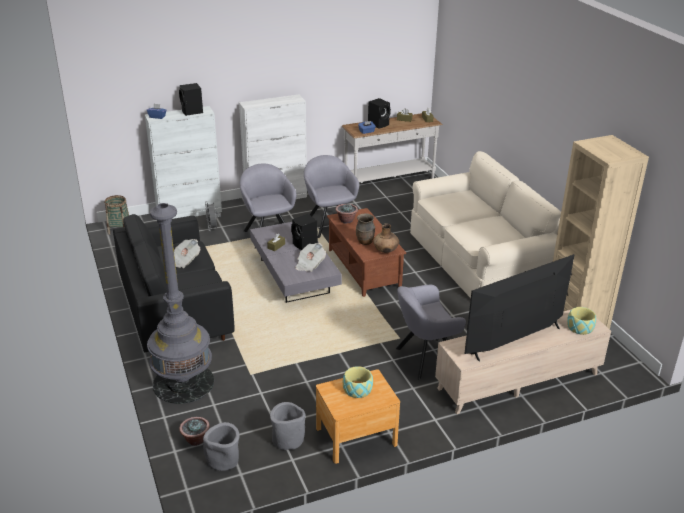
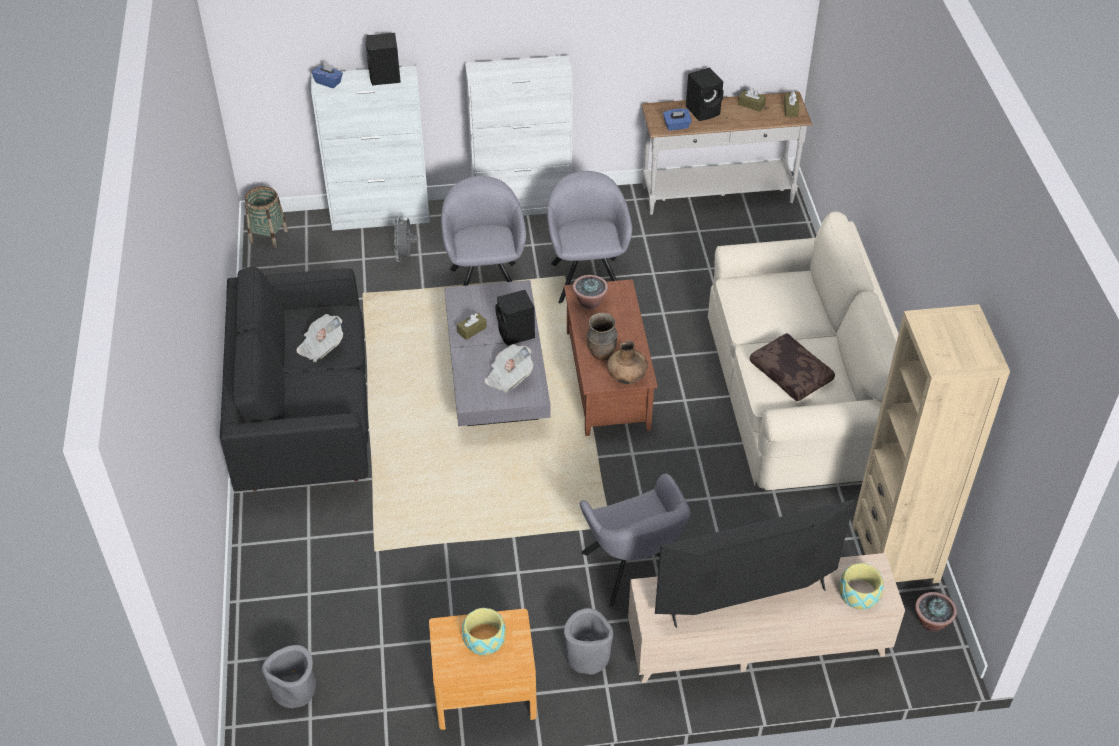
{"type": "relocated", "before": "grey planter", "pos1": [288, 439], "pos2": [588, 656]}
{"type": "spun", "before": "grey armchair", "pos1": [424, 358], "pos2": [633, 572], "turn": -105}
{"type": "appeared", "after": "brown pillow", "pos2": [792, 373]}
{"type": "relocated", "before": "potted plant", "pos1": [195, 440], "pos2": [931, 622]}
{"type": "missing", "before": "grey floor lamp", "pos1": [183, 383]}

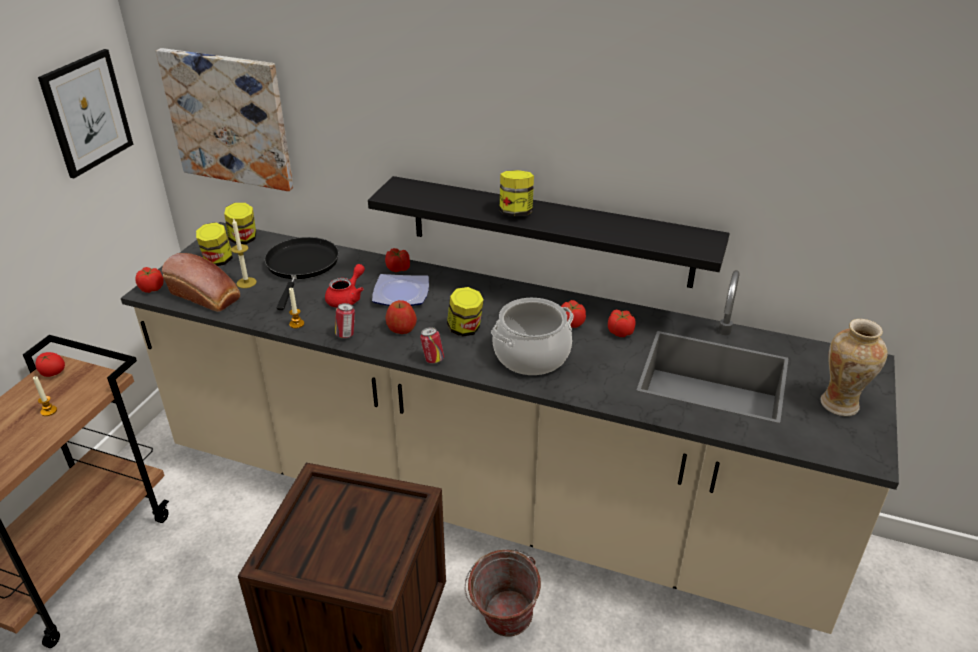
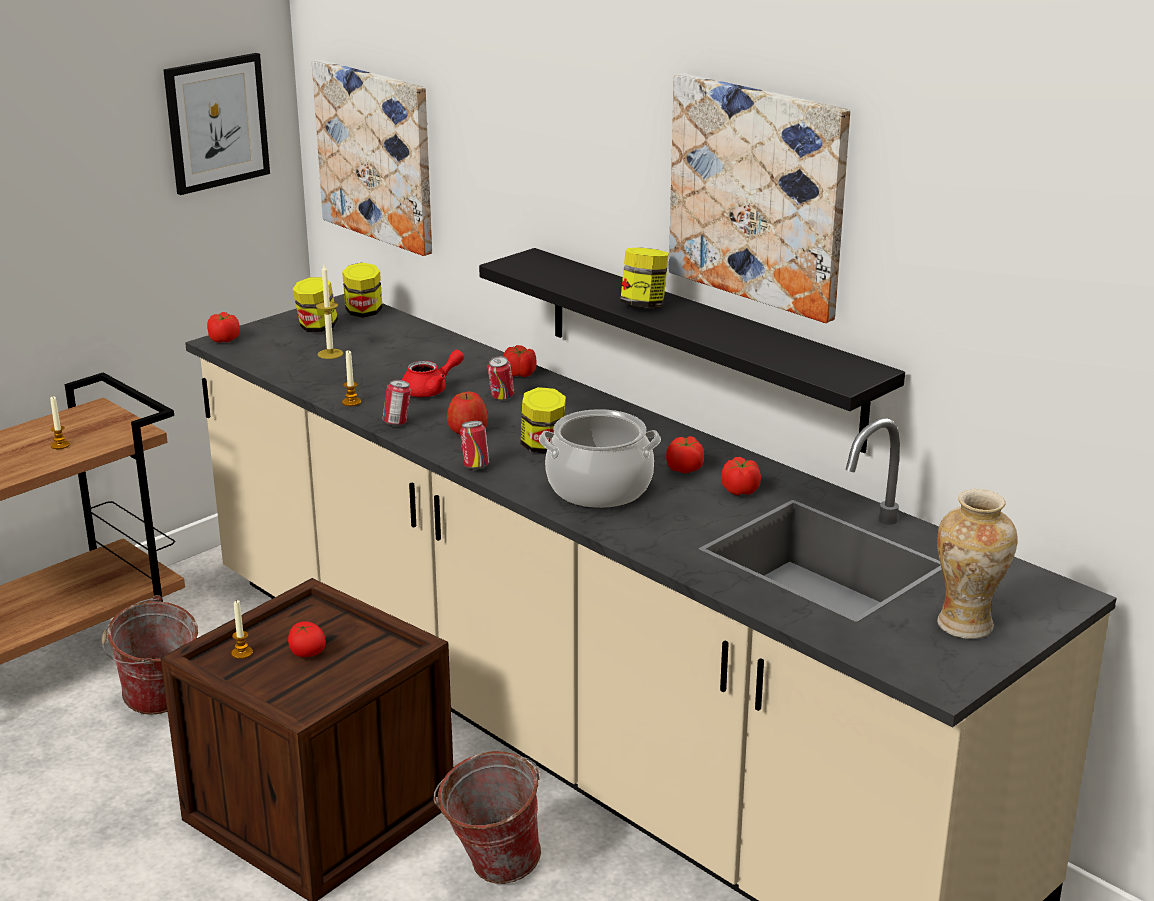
{"type": "appeared", "after": "bucket", "pos2": [158, 706]}
{"type": "appeared", "after": "candle", "pos2": [242, 653]}
{"type": "relocated", "before": "tomato", "pos1": [52, 373], "pos2": [307, 653]}
{"type": "exchanged", "before": "plate", "after": "can", "pos1": [402, 293], "pos2": [501, 398]}
{"type": "appeared", "after": "picture", "pos2": [759, 194]}
{"type": "missing", "before": "bread", "pos1": [207, 297]}
{"type": "missing", "before": "black frying pan", "pos1": [301, 266]}

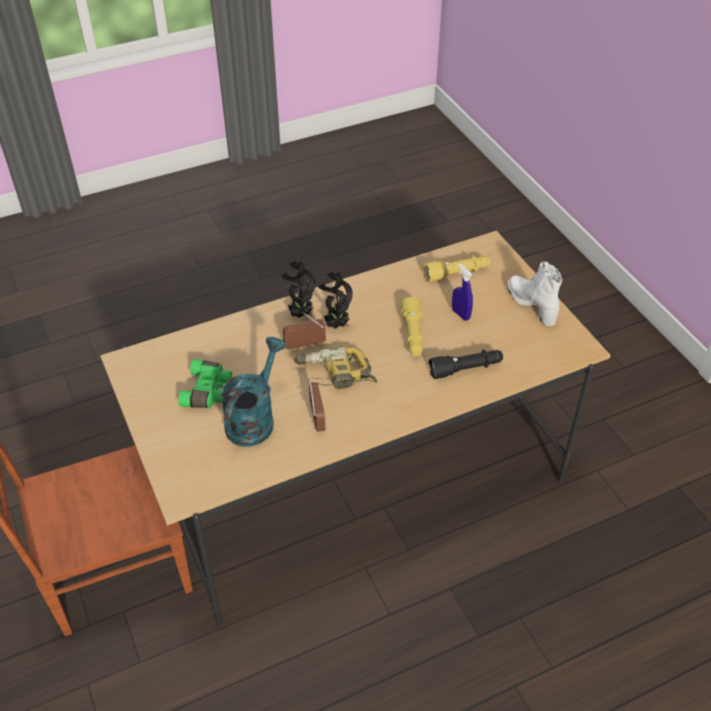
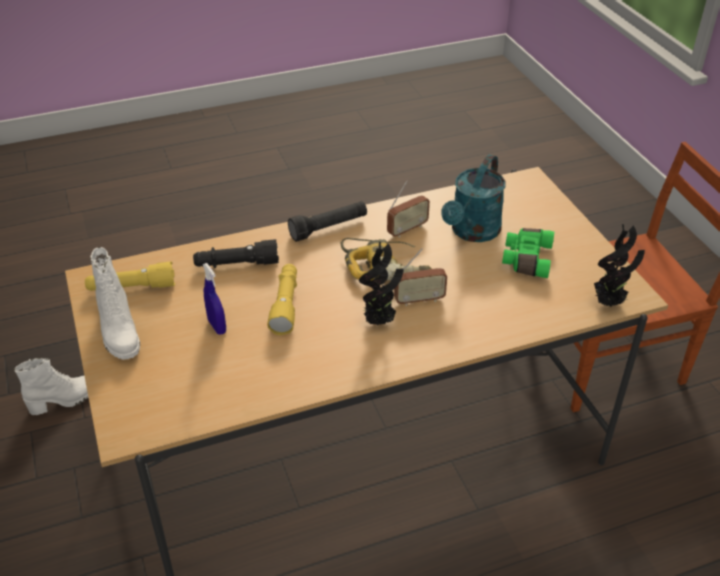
{"type": "appeared", "after": "white boot", "pos2": [65, 400]}
{"type": "relocated", "before": "yellow flashlight", "pos1": [456, 273], "pos2": [132, 288]}
{"type": "appeared", "after": "black flashlight", "pos2": [329, 228]}
{"type": "spun", "before": "radio", "pos1": [317, 418], "pos2": [407, 229], "turn": -120}
{"type": "relocated", "before": "potted plant", "pos1": [300, 315], "pos2": [609, 303]}

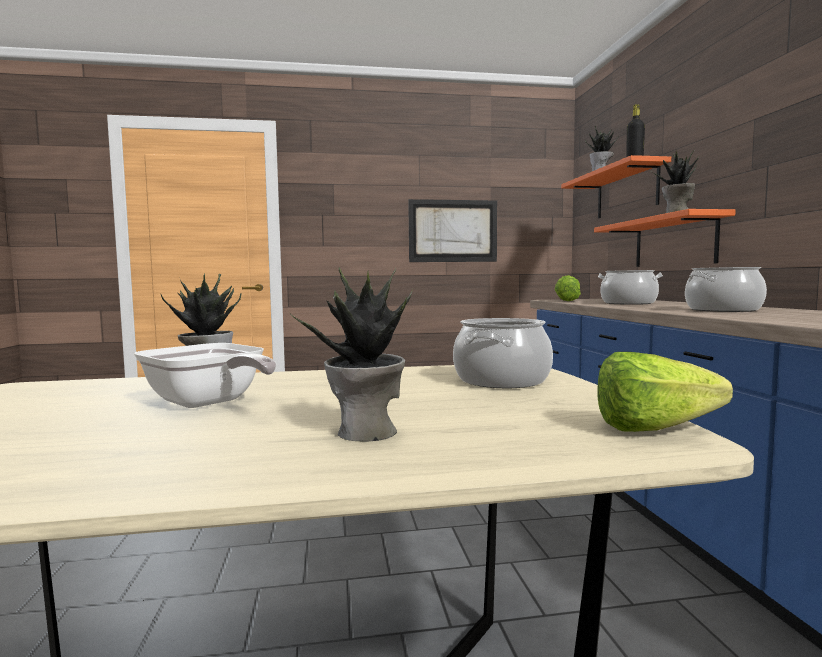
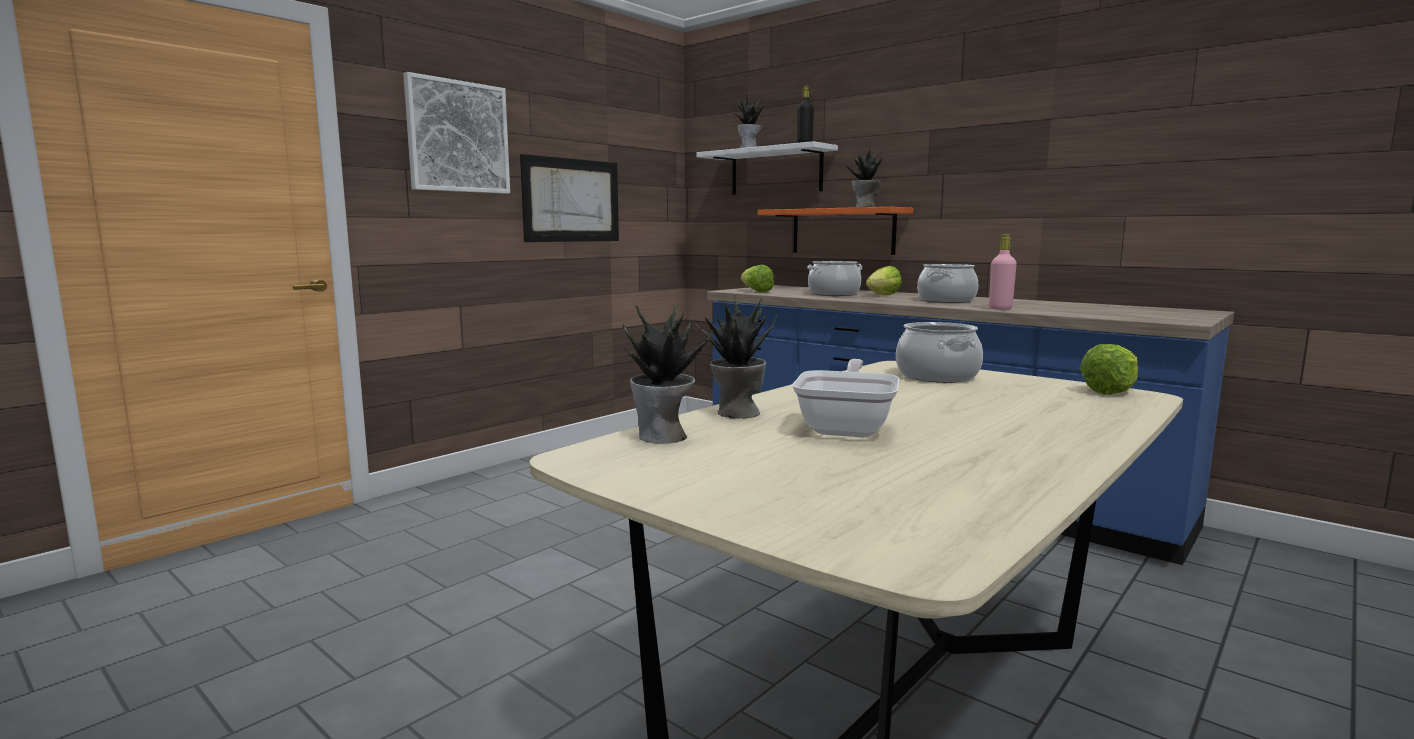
{"type": "appeared", "after": "picture", "pos2": [458, 137]}
{"type": "relocated", "before": "potted plant", "pos1": [365, 433], "pos2": [663, 437]}
{"type": "colour", "before": "orange shelf", "after": "white shelf", "pos1": [626, 192], "pos2": [776, 171]}
{"type": "spun", "before": "frying pan", "pos1": [208, 403], "pos2": [847, 427], "turn": -75}
{"type": "appeared", "after": "lettuce", "pos2": [879, 295]}
{"type": "appeared", "after": "pink bottle", "pos2": [1000, 309]}

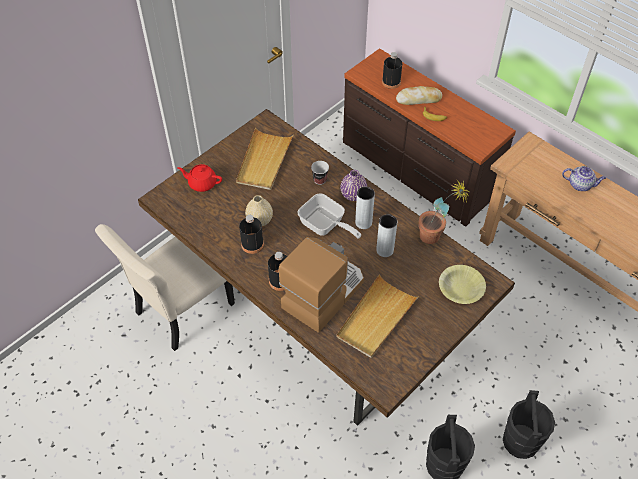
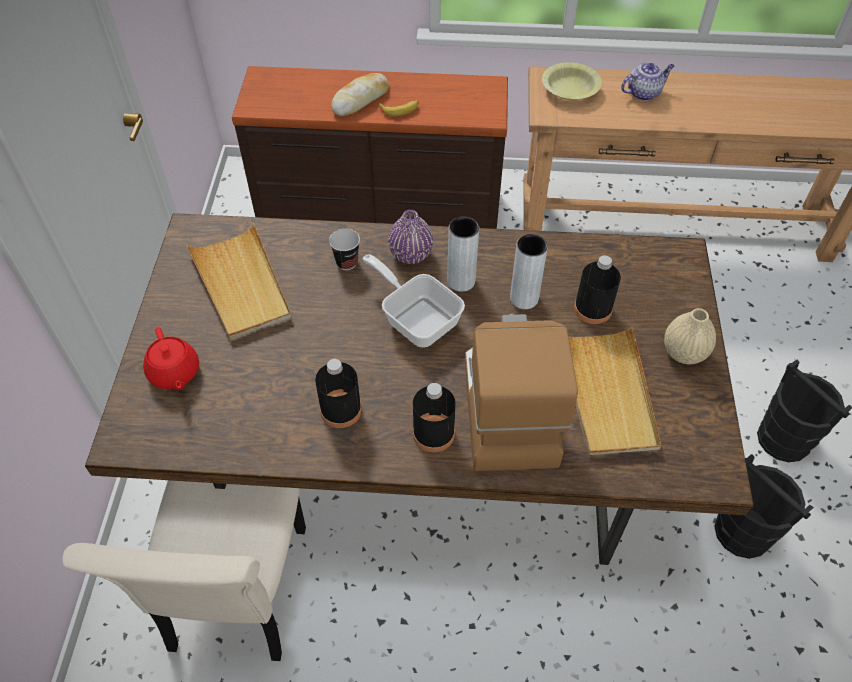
{"type": "spun", "before": "red teapot", "pos1": [202, 183], "pos2": [174, 373], "turn": -90}
{"type": "spun", "before": "frying pan", "pos1": [325, 226], "pos2": [416, 317], "turn": -135}
{"type": "relocated", "before": "yellow bowl", "pos1": [461, 288], "pos2": [570, 89]}
{"type": "relocated", "before": "black bottle", "pos1": [391, 82], "pos2": [592, 309]}
{"type": "relocated", "before": "beige vase", "pos1": [259, 220], "pos2": [684, 352]}
{"type": "missing", "before": "potted plant", "pos1": [435, 238]}

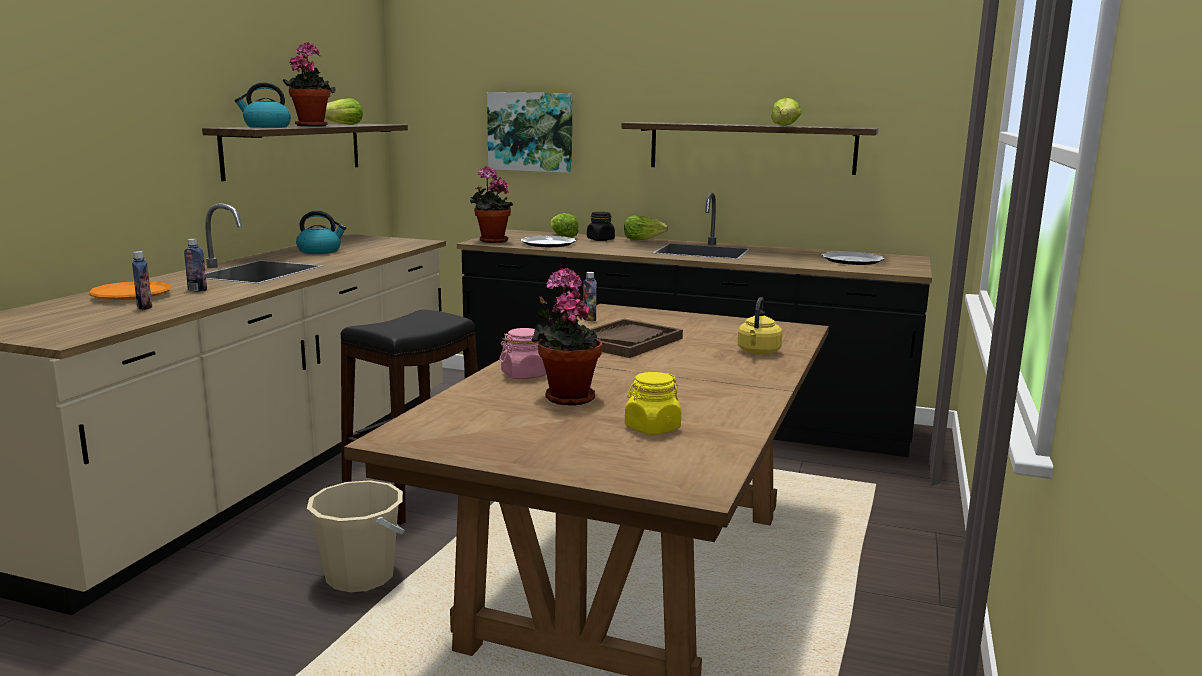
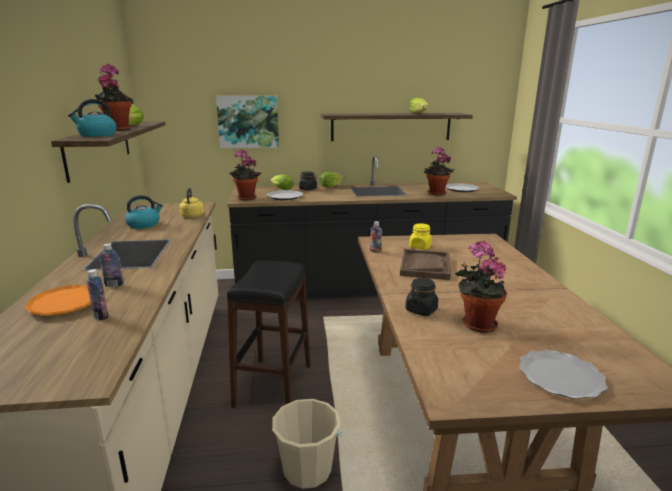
{"type": "relocated", "before": "yellow kettle", "pos1": [758, 352], "pos2": [192, 216]}
{"type": "colour", "before": "pink jar", "after": "black jar", "pos1": [524, 375], "pos2": [421, 310]}
{"type": "relocated", "before": "yellow jar", "pos1": [652, 428], "pos2": [420, 247]}
{"type": "appeared", "after": "potted plant", "pos2": [436, 194]}
{"type": "appeared", "after": "plate", "pos2": [561, 377]}

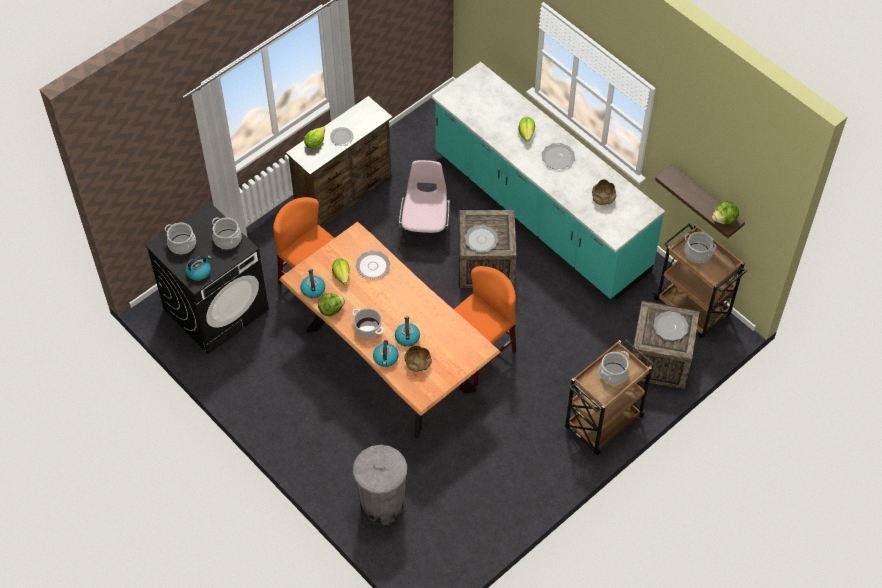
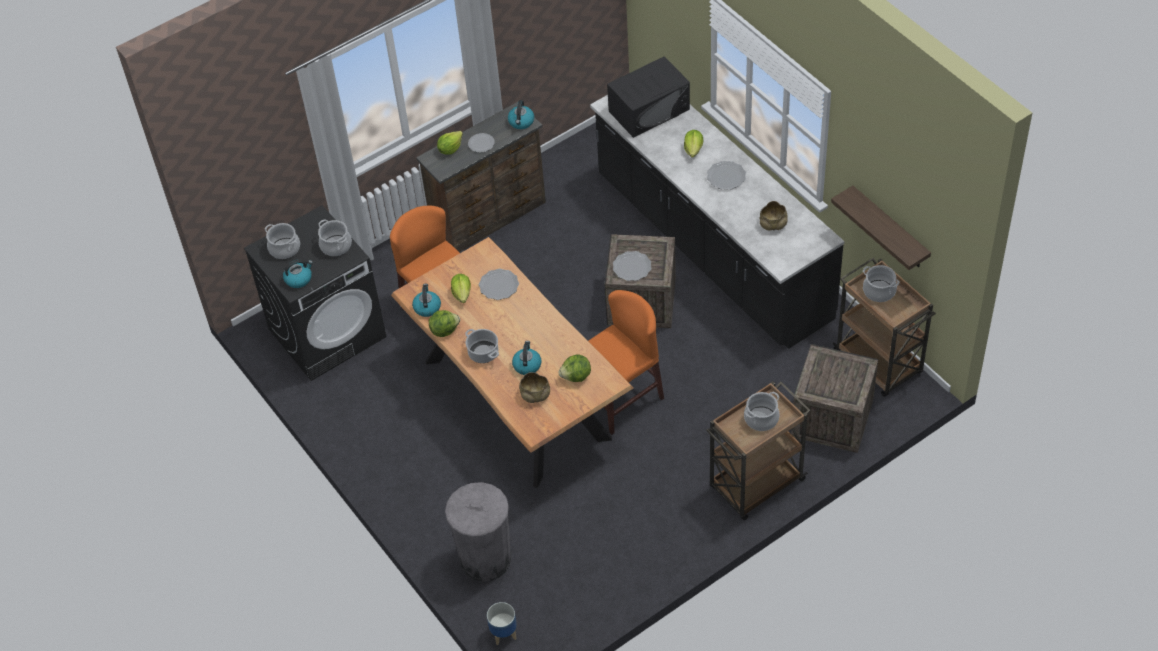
{"type": "appeared", "after": "planter", "pos2": [504, 633]}
{"type": "relocated", "before": "kettle", "pos1": [386, 358], "pos2": [521, 122]}
{"type": "relocated", "before": "lettuce", "pos1": [724, 219], "pos2": [576, 377]}
{"type": "colour", "before": "turquoise counter", "after": "black counter", "pos1": [540, 213], "pos2": [712, 248]}
{"type": "appeared", "after": "black microwave", "pos2": [649, 110]}
{"type": "missing", "before": "pink chair", "pos1": [425, 228]}
{"type": "missing", "before": "plate", "pos1": [670, 327]}

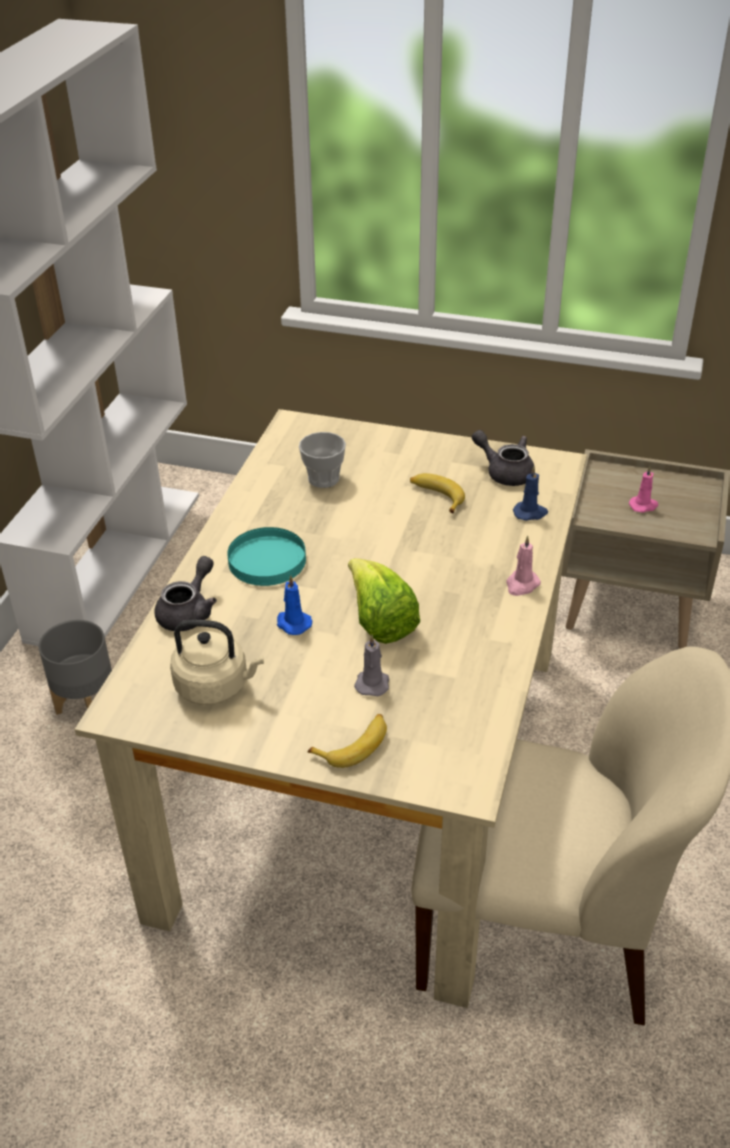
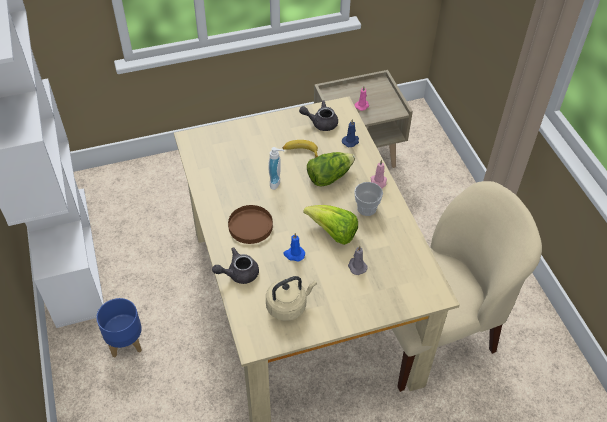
{"type": "colour", "before": "grey planter", "after": "blue planter", "pos1": [87, 702], "pos2": [126, 342]}
{"type": "spun", "before": "grey teapot", "pos1": [189, 611], "pos2": [238, 273], "turn": -105}
{"type": "colour", "before": "turquoise plate", "after": "brown plate", "pos1": [266, 560], "pos2": [250, 226]}
{"type": "appeared", "after": "soap dispenser", "pos2": [277, 183]}
{"type": "appeared", "after": "lettuce", "pos2": [329, 176]}
{"type": "relocated", "before": "cup", "pos1": [323, 478], "pos2": [366, 208]}
{"type": "missing", "before": "banana", "pos1": [354, 745]}

